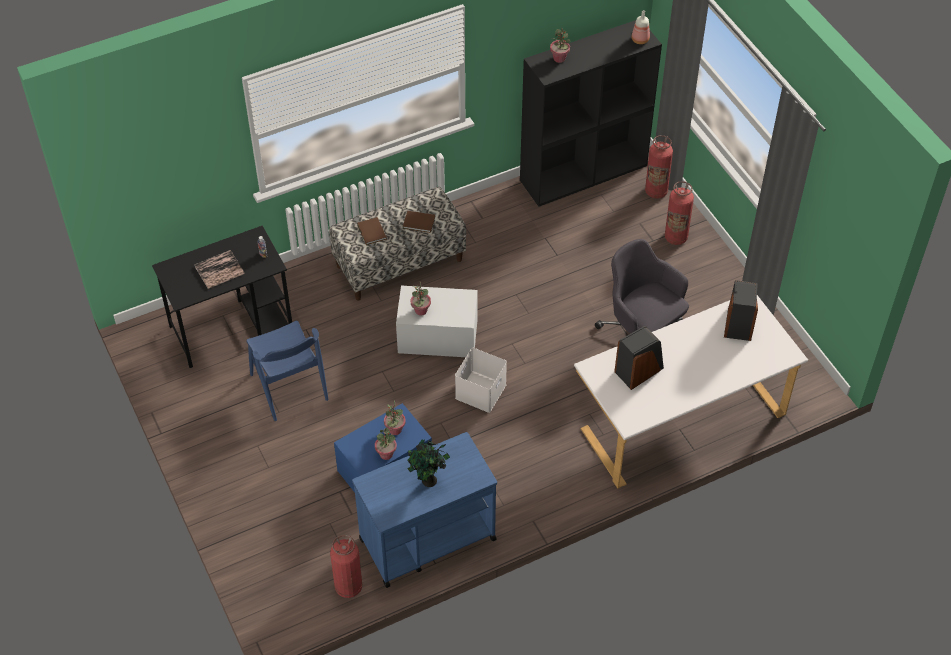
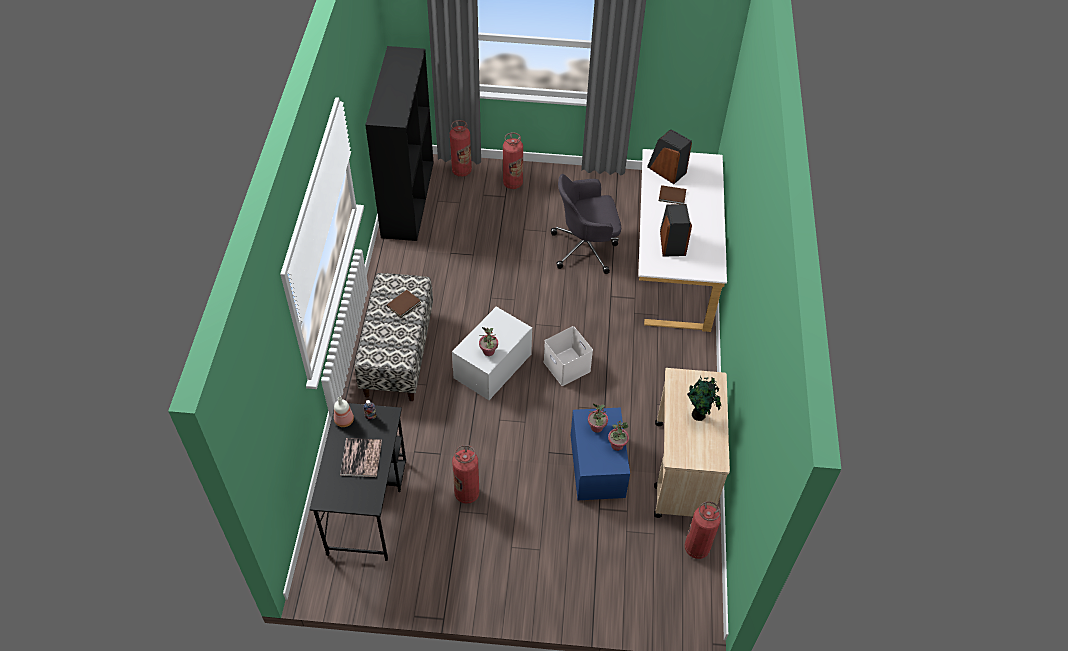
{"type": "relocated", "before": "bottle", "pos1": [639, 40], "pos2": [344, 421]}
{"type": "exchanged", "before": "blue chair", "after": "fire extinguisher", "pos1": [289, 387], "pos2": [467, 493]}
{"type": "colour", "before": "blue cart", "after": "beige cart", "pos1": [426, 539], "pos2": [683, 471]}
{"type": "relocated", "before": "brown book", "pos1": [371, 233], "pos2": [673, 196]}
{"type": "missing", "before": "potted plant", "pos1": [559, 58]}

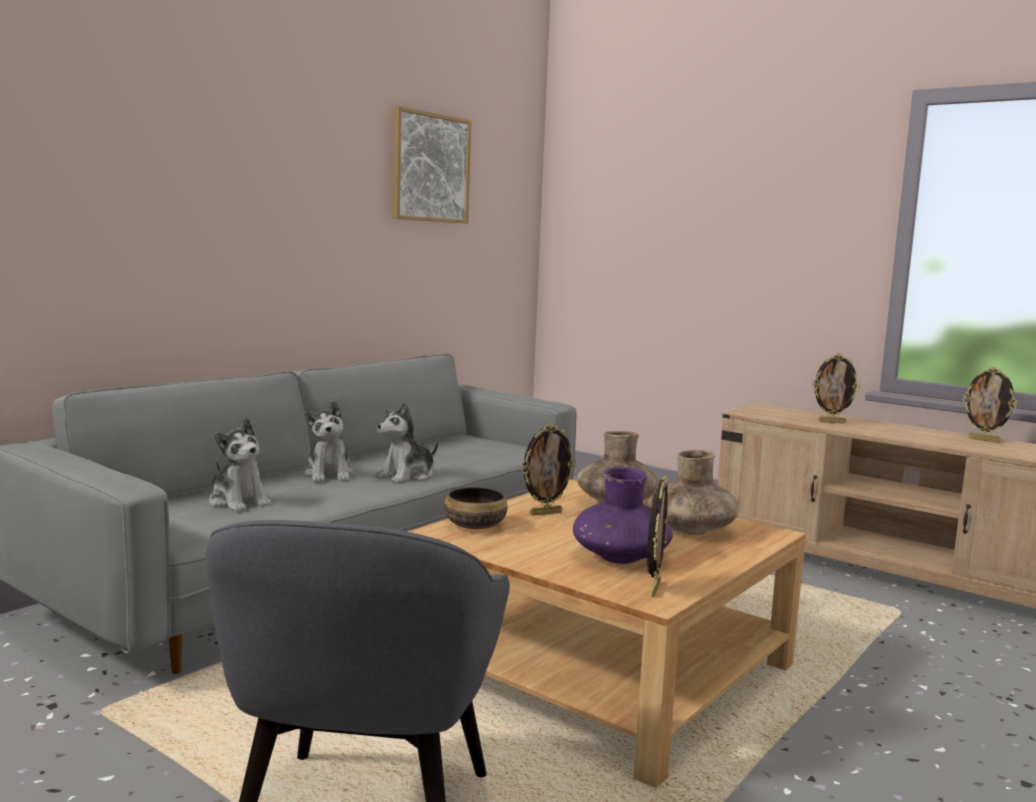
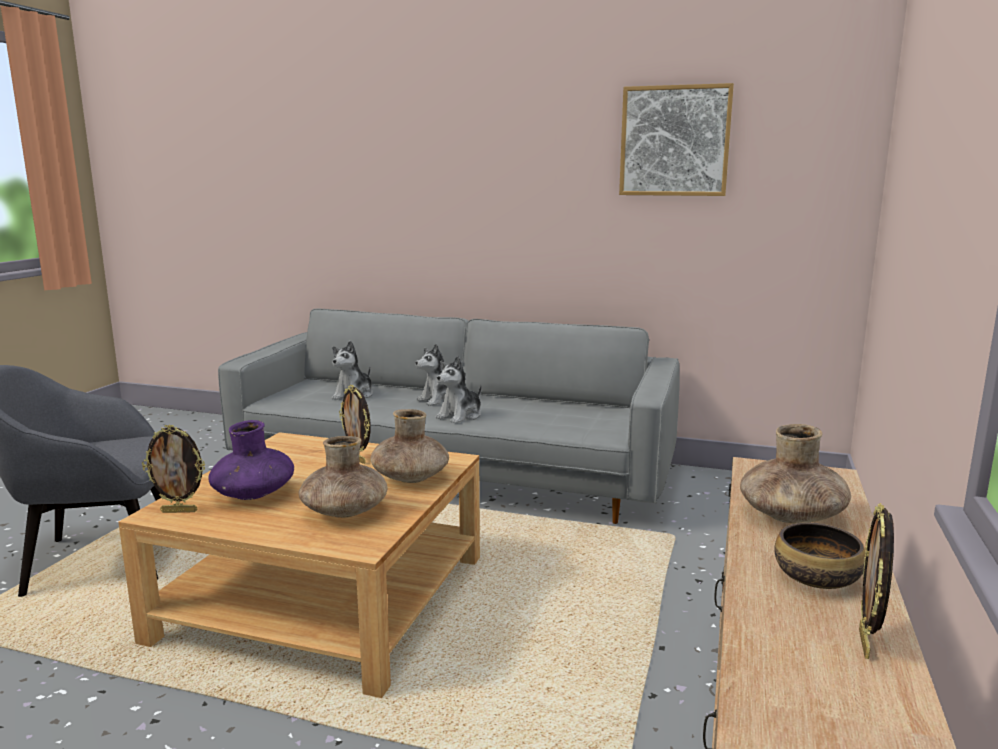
{"type": "spun", "before": "plush toy", "pos1": [407, 476], "pos2": [460, 416], "turn": -75}
{"type": "exchanged", "before": "picture frame", "after": "brown vase", "pos1": [831, 422], "pos2": [790, 516]}
{"type": "relocated", "before": "bowl", "pos1": [475, 525], "pos2": [817, 578]}

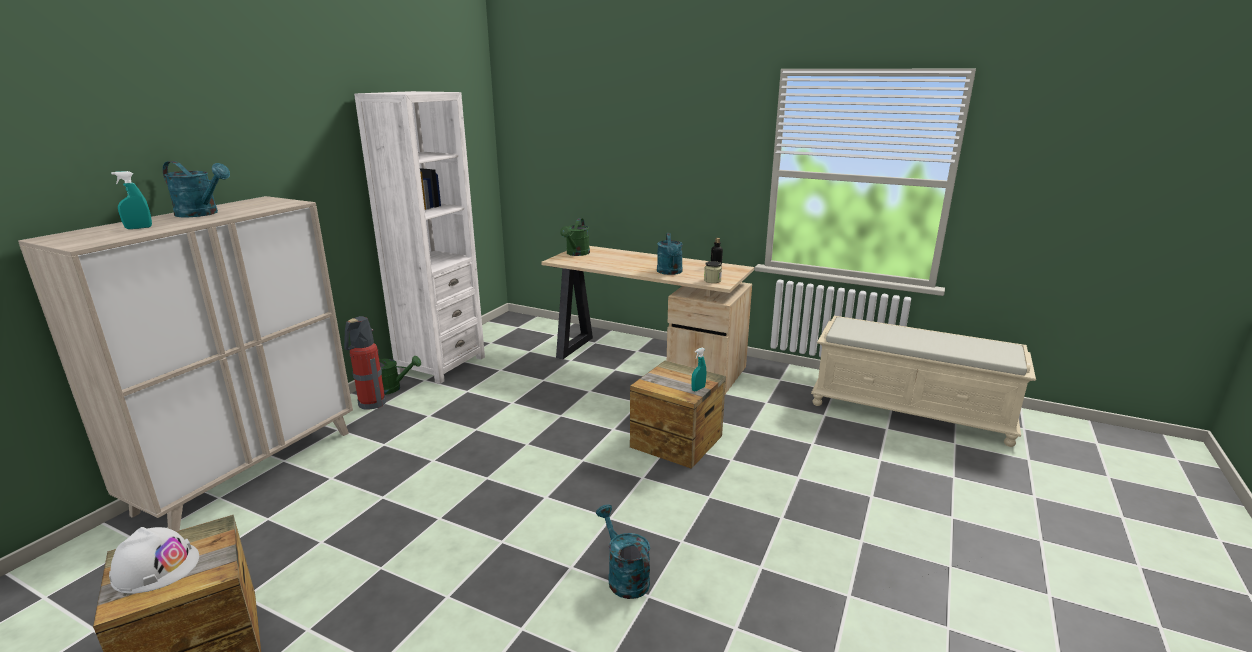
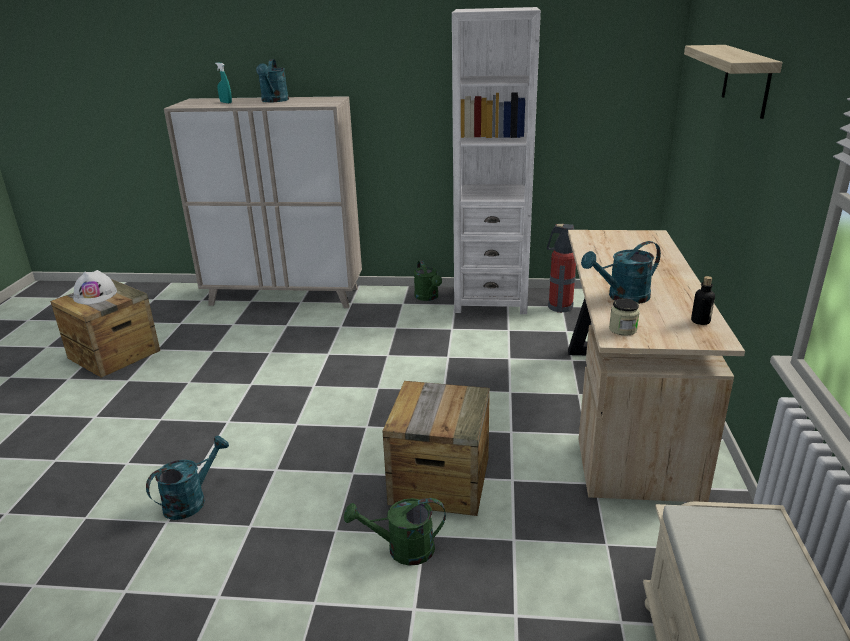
{"type": "relocated", "before": "green watering can", "pos1": [576, 254], "pos2": [402, 550]}
{"type": "relocated", "before": "fire extinguisher", "pos1": [371, 404], "pos2": [559, 307]}
{"type": "appeared", "after": "shelf", "pos2": [746, 80]}
{"type": "missing", "before": "turquoise spray bottle", "pos1": [698, 389]}

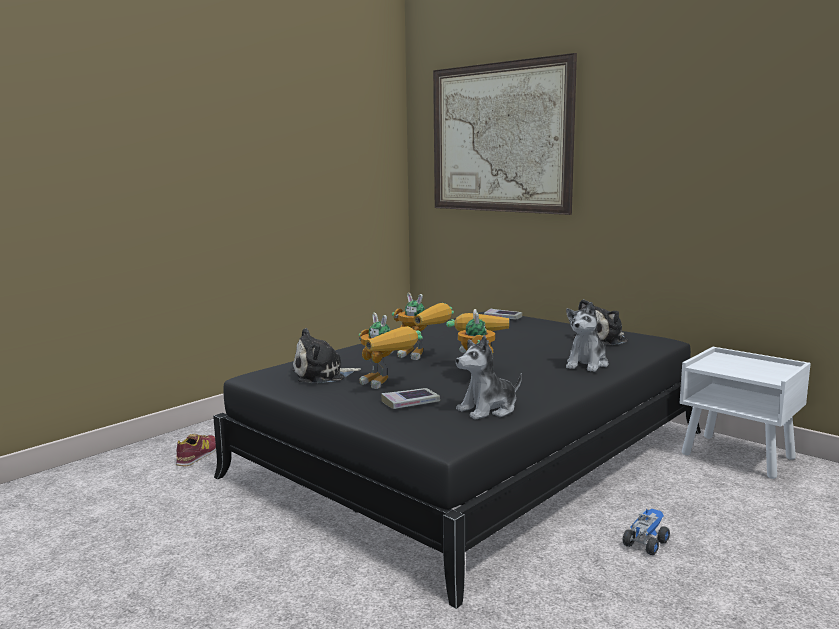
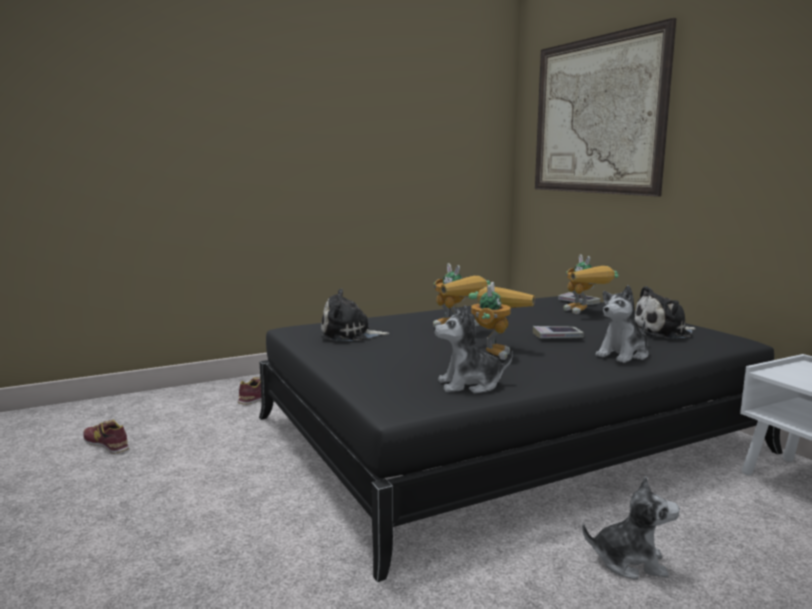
{"type": "appeared", "after": "shoe", "pos2": [107, 444]}
{"type": "relocated", "before": "book", "pos1": [410, 403], "pos2": [557, 336]}
{"type": "relocated", "before": "toy robot", "pos1": [386, 385], "pos2": [585, 313]}
{"type": "exchanged", "before": "toy truck", "after": "plush toy", "pos1": [645, 543], "pos2": [629, 562]}

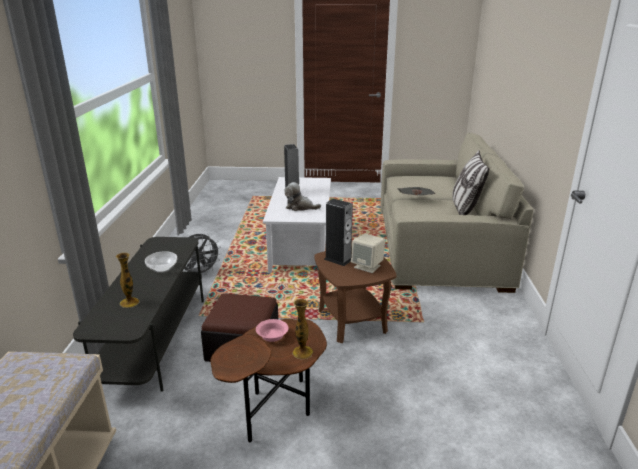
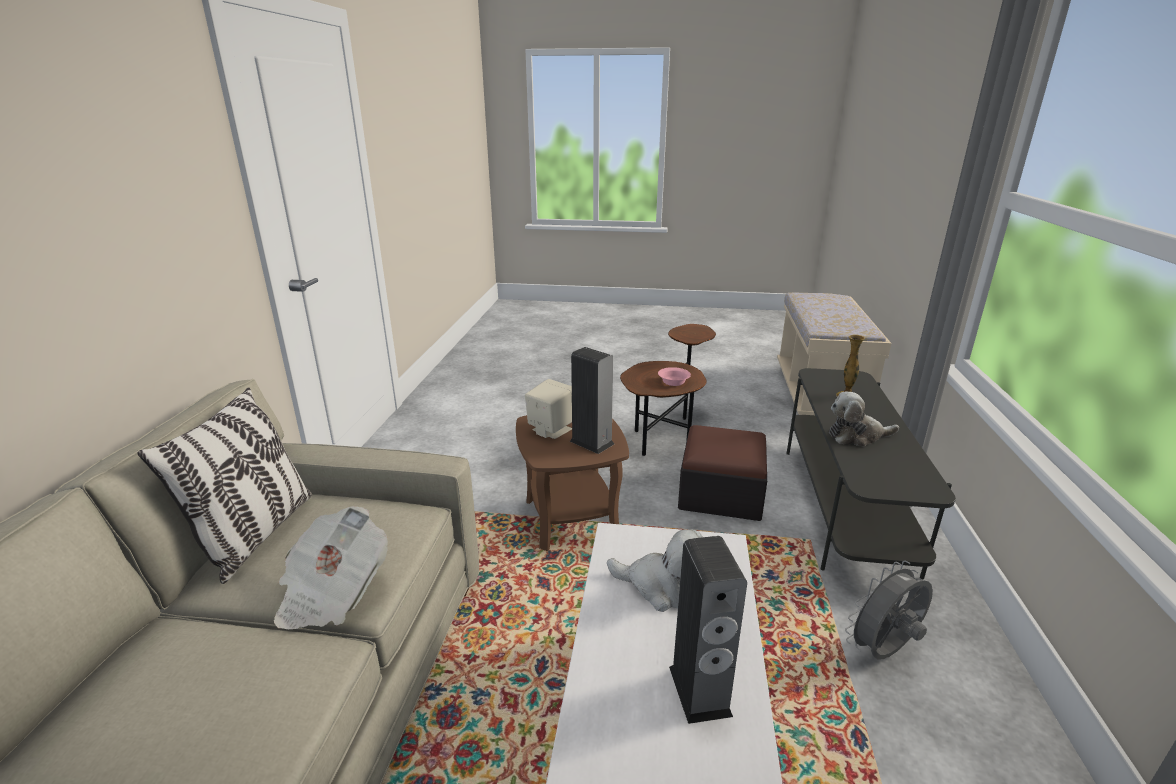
{"type": "exchanged", "before": "bowl", "after": "plush toy", "pos1": [161, 268], "pos2": [857, 436]}
{"type": "missing", "before": "vase", "pos1": [302, 352]}

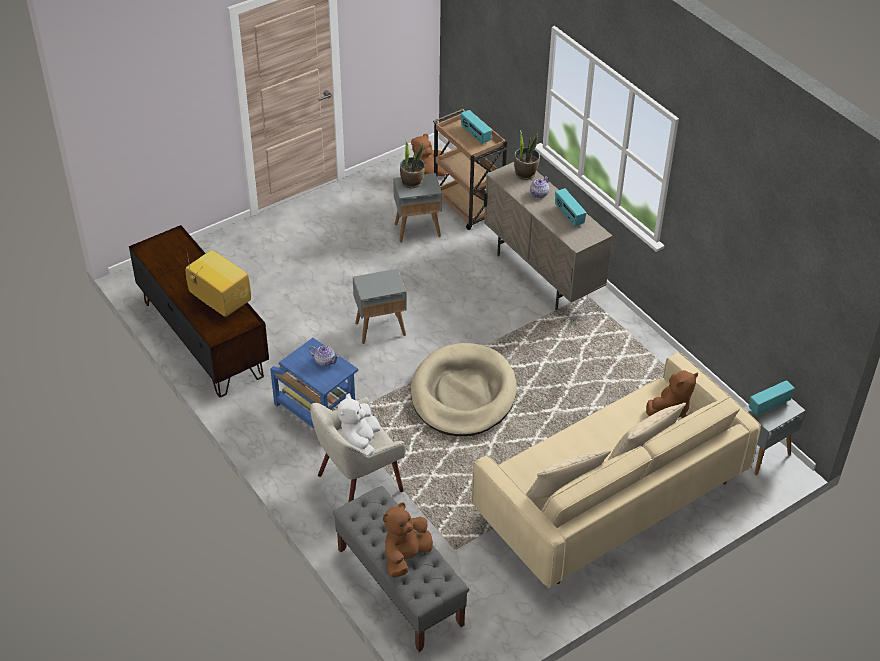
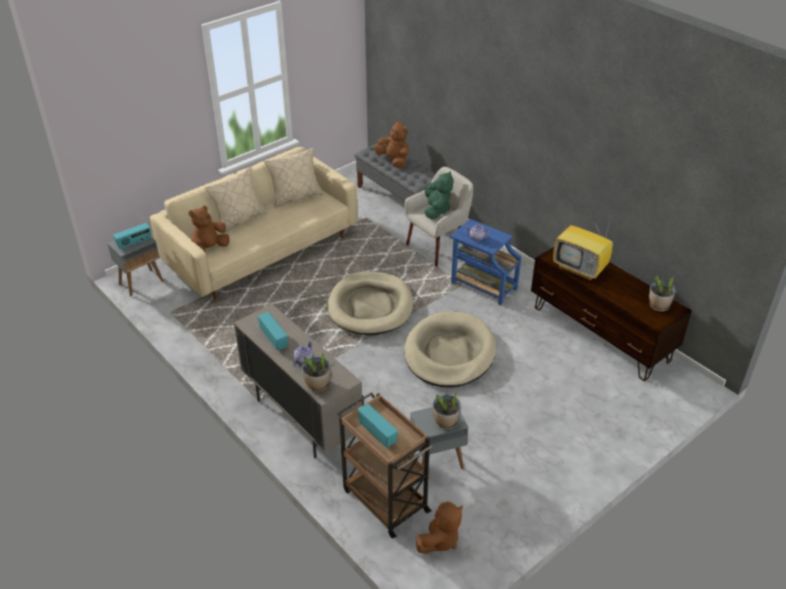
{"type": "spun", "before": "brown plush toy", "pos1": [405, 556], "pos2": [394, 160], "turn": -75}
{"type": "exchanged", "before": "grey side table", "after": "beige dog bed", "pos1": [381, 329], "pos2": [449, 353]}
{"type": "colour", "before": "white plush toy", "after": "green plush toy", "pos1": [360, 443], "pos2": [436, 210]}
{"type": "appeared", "after": "potted plant", "pos2": [658, 306]}

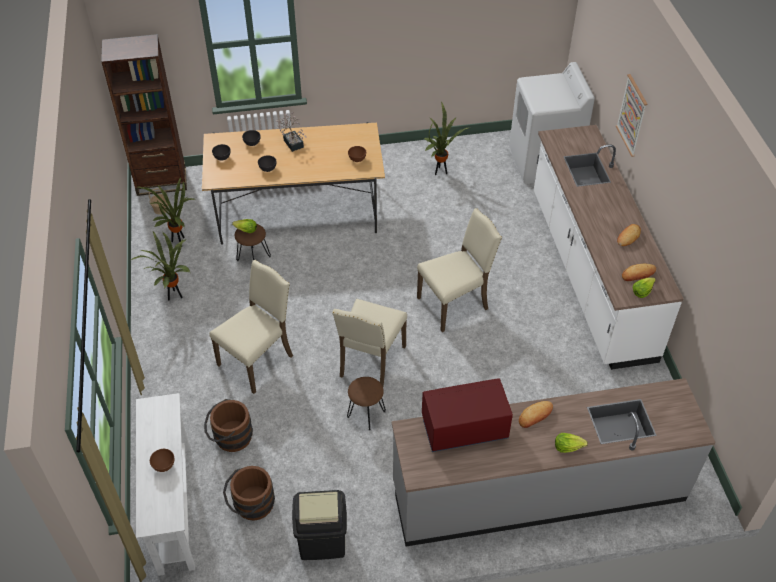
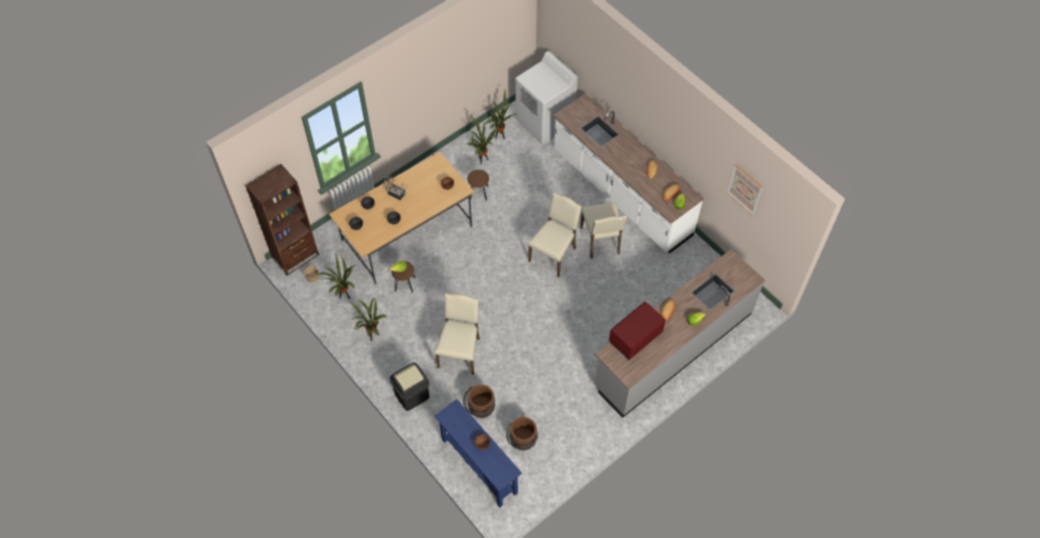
{"type": "relocated", "before": "black trash can", "pos1": [322, 541], "pos2": [412, 396]}
{"type": "colour", "before": "white console table", "after": "blue console table", "pos1": [174, 507], "pos2": [479, 466]}
{"type": "relocated", "before": "brown stool", "pos1": [366, 414], "pos2": [479, 193]}
{"type": "appeared", "after": "potted plant", "pos2": [500, 136]}
{"type": "relocated", "before": "beige chair", "pos1": [370, 362], "pos2": [601, 241]}
{"type": "relocated", "before": "picture", "pos1": [632, 115], "pos2": [745, 189]}

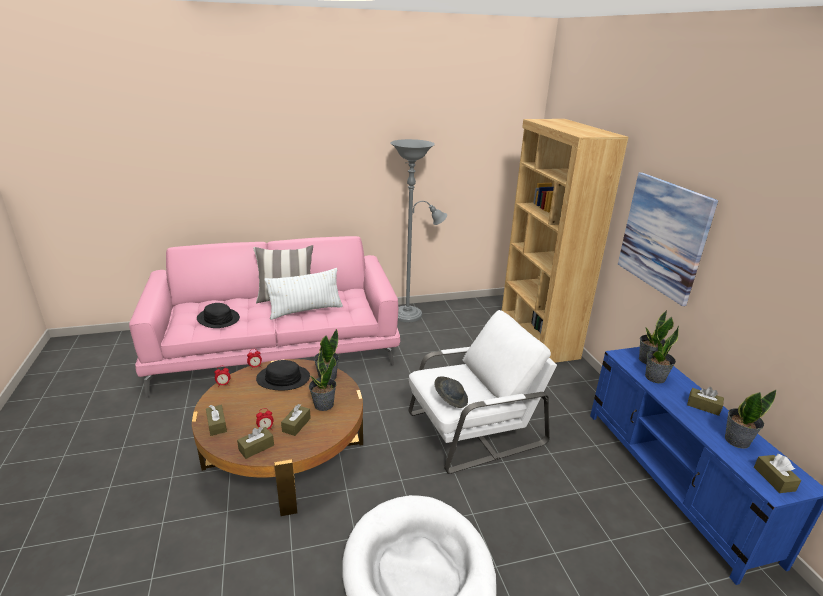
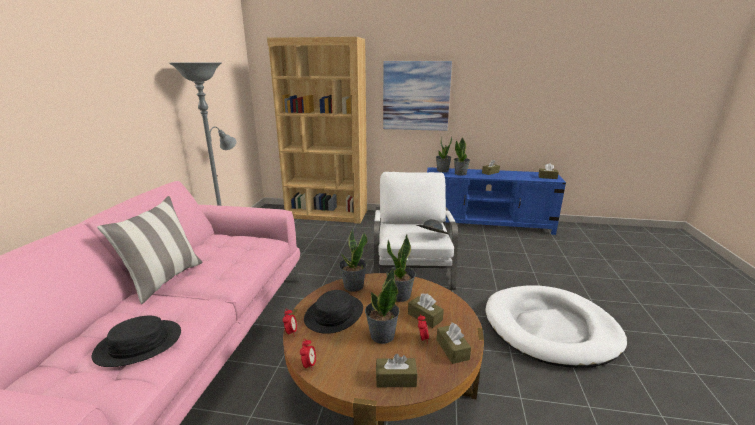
{"type": "relocated", "before": "potted plant", "pos1": [736, 440], "pos2": [381, 335]}
{"type": "missing", "before": "white pillow", "pos1": [306, 310]}

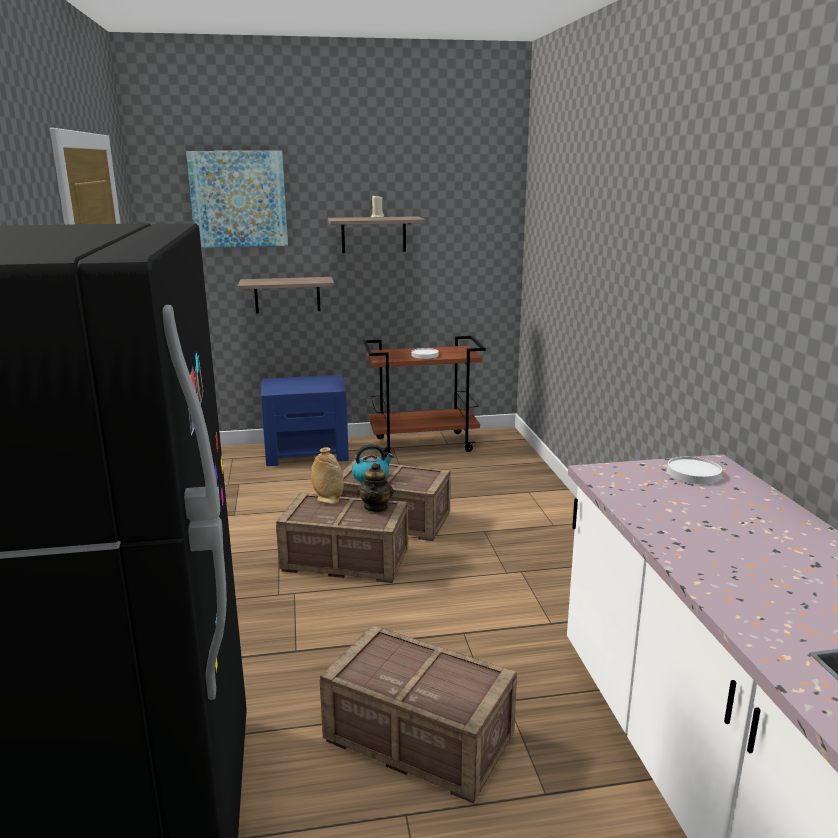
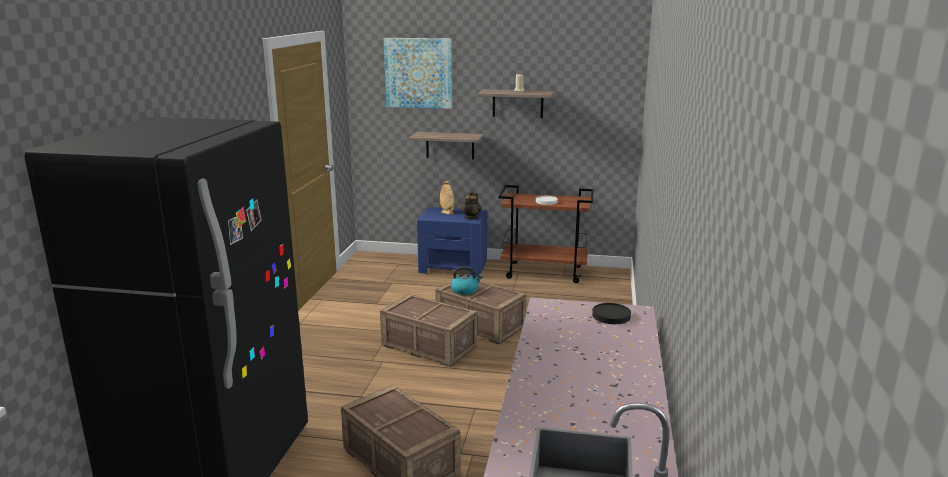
{"type": "relocated", "before": "beige vase", "pos1": [328, 500], "pos2": [447, 213]}
{"type": "relocated", "before": "teapot", "pos1": [376, 507], "pos2": [471, 217]}
{"type": "colour", "before": "white plate", "after": "black plate", "pos1": [693, 473], "pos2": [611, 316]}

